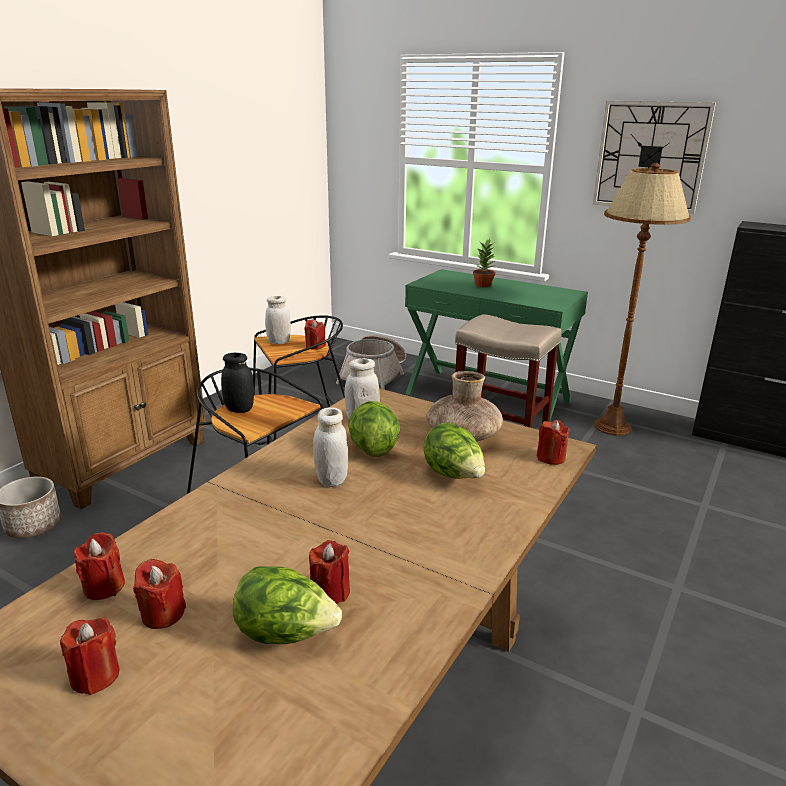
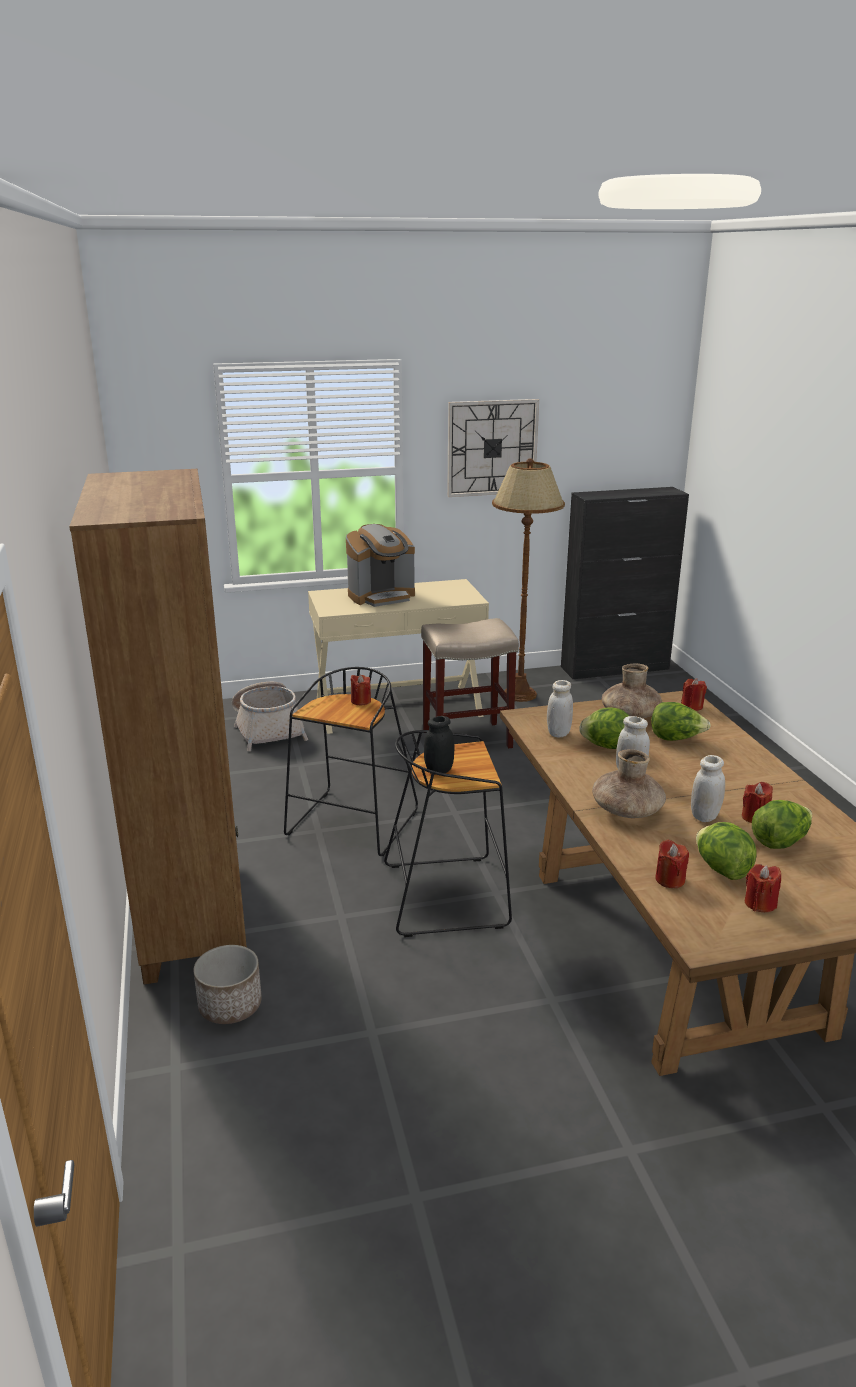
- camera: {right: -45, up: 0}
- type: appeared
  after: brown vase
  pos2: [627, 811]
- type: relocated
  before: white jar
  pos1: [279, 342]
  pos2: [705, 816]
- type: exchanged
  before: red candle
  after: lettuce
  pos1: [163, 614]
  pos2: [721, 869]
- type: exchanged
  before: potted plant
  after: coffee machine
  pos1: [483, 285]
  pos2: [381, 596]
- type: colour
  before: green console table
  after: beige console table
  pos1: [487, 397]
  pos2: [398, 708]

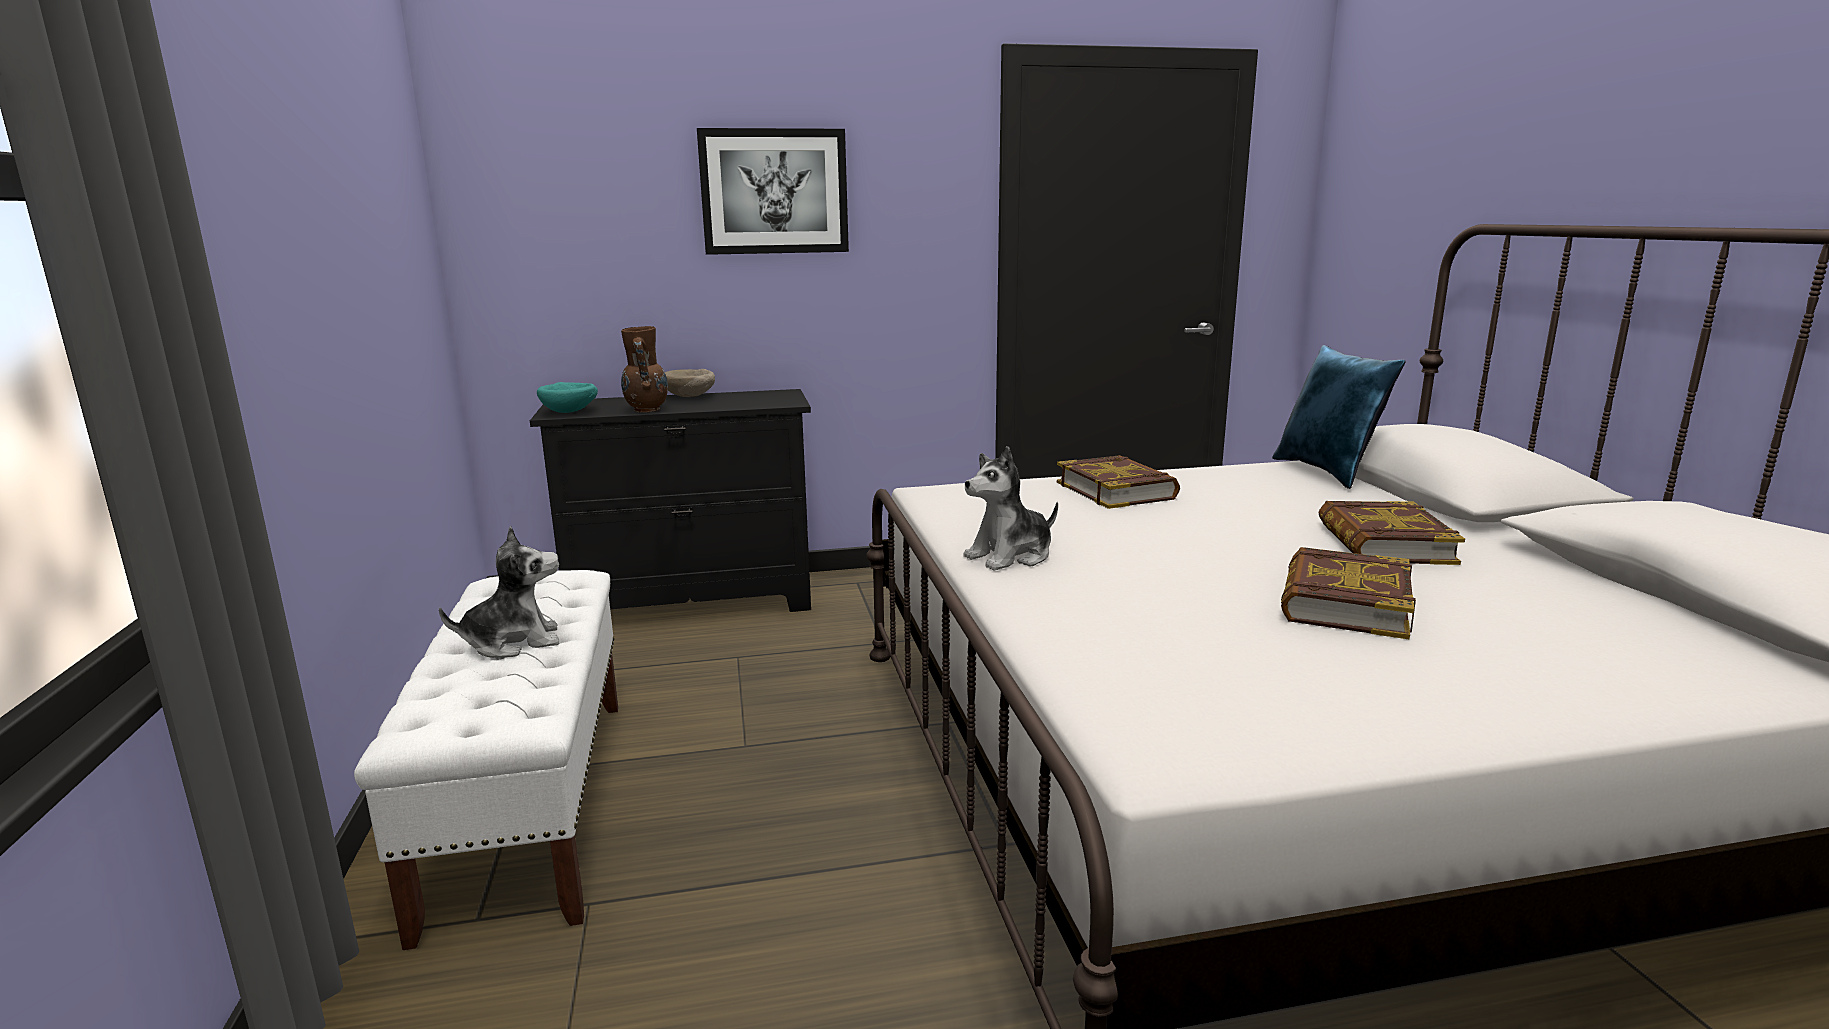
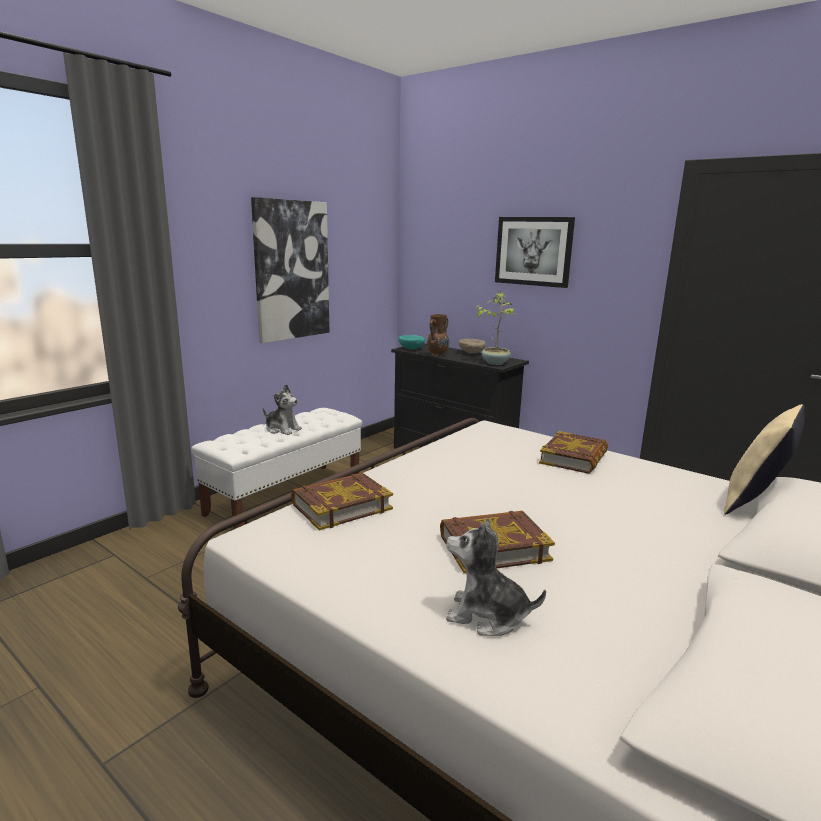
- camera: {right: 50, up: 0}
- type: appeared
  after: picture
  pos2: [291, 270]
- type: appeared
  after: potted plant
  pos2: [495, 362]
- type: relocated
  before: plush toy
  pos1: [1011, 556]
  pos2: [487, 615]
- type: relocated
  before: book
  pos1: [1383, 543]
  pos2: [341, 506]
- type: colour
  before: blue pillow
  after: beige pillow
  pos1: [1328, 472]
  pos2: [755, 503]

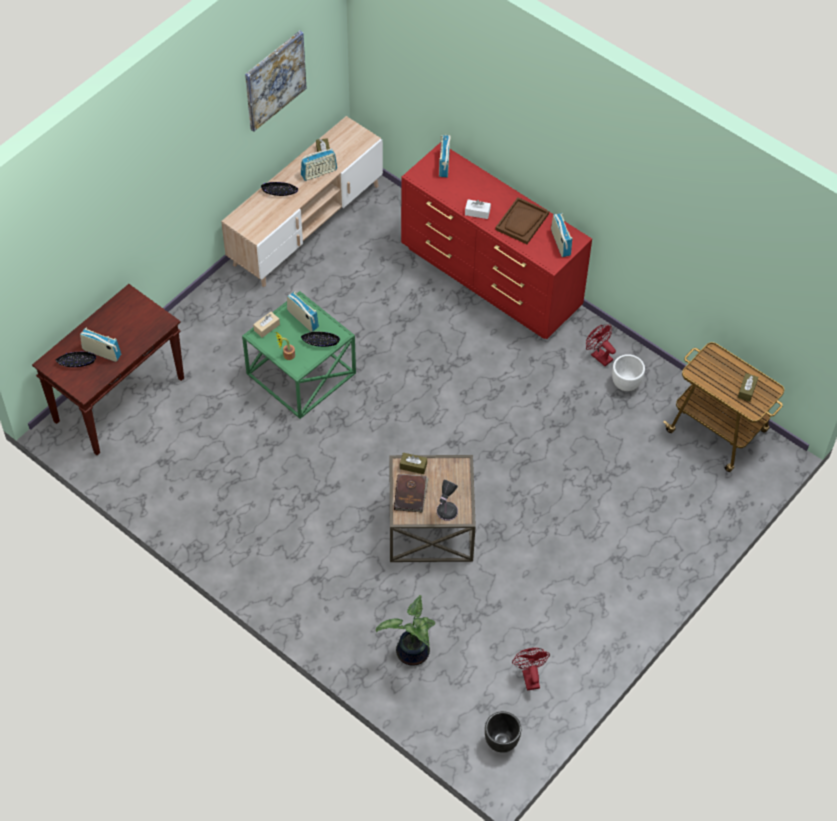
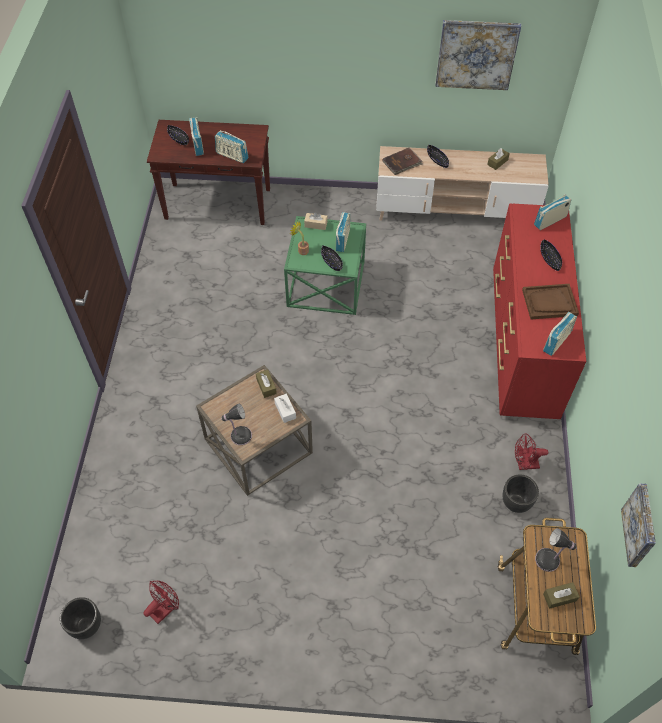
- camera: {right: 55, up: 0}
- type: missing
  before: potted plant
  pos1: [411, 654]
- type: appeared
  after: table lamp
  pos2: [549, 560]
- type: appeared
  after: black bowl
  pos2: [550, 259]
- type: appeared
  after: picture
  pos2: [641, 526]
- type: relocated
  before: radio
  pos1: [319, 172]
  pos2: [232, 156]
- type: relocated
  before: brown book
  pos1: [411, 494]
  pos2: [402, 163]
- type: relocated
  before: white tissue box
  pos1: [477, 212]
  pos2: [285, 411]
- type: colour
  before: white planter
  after: black planter
  pos1: [626, 384]
  pos2: [515, 503]
- type: spun
  before: red fan
  pos1: [599, 356]
  pos2: [524, 464]
  turn: -105

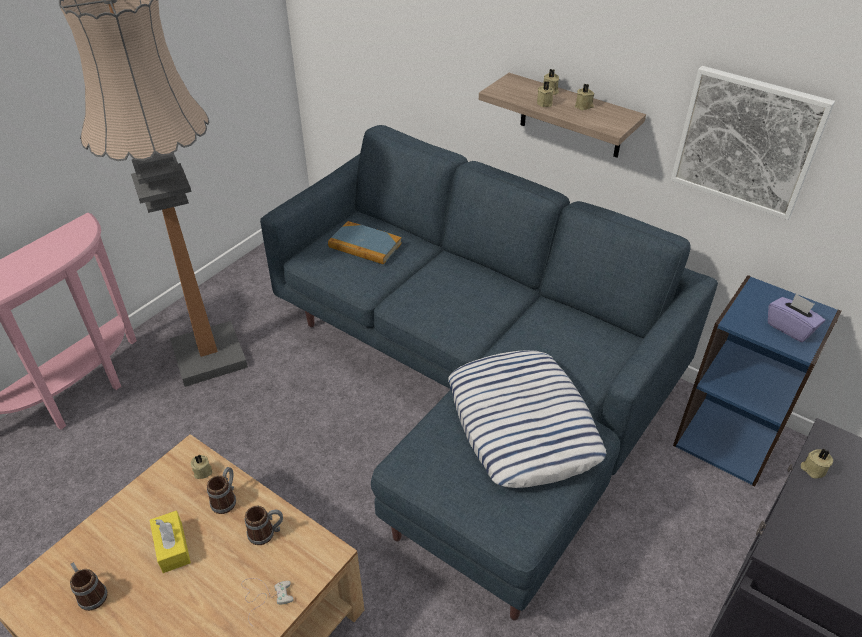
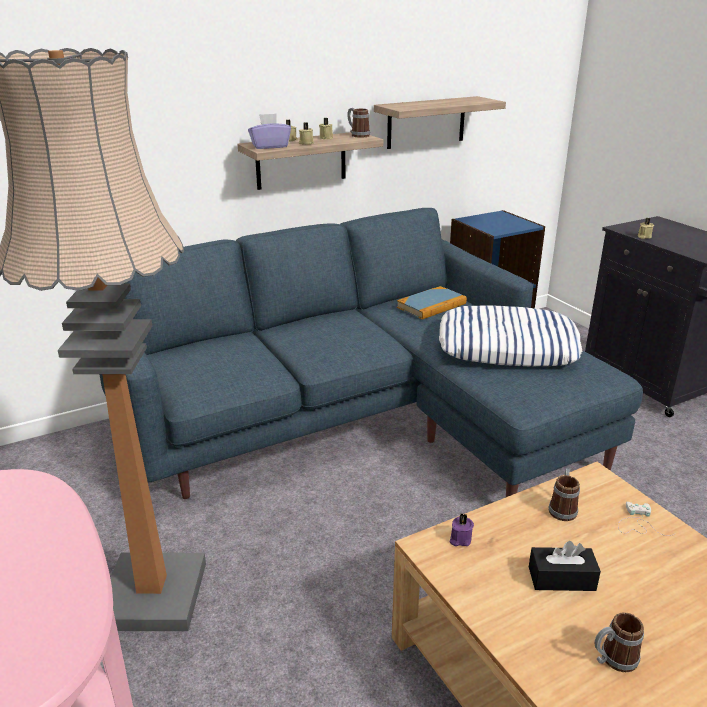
- camera: {right: -65, up: -15}
- type: relocated
  before: mug
  pos1: [226, 499]
  pos2: [357, 135]
- type: relocated
  before: book
  pos1: [365, 245]
  pos2: [431, 305]
- type: relocated
  before: purple tissue box
  pos1: [790, 328]
  pos2: [270, 146]
- type: exchanged
  before: picture
  after: shelf
  pos1: [747, 142]
  pos2: [426, 122]
- type: colour
  before: yellow tissue box
  after: black tissue box
  pos1: [172, 547]
  pos2: [561, 578]
- type: colour
  before: beige candle
  after: purple candle
  pos1: [202, 471]
  pos2: [459, 539]

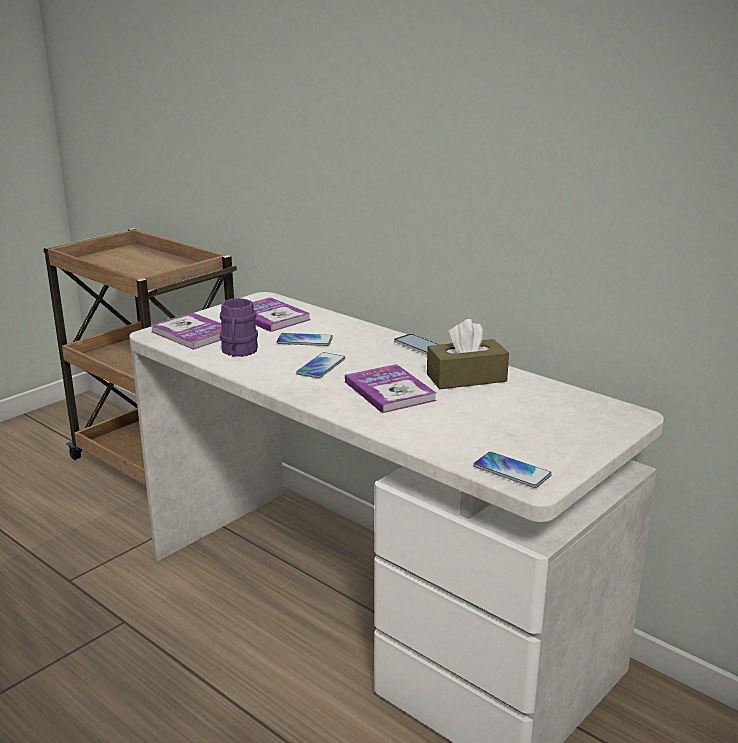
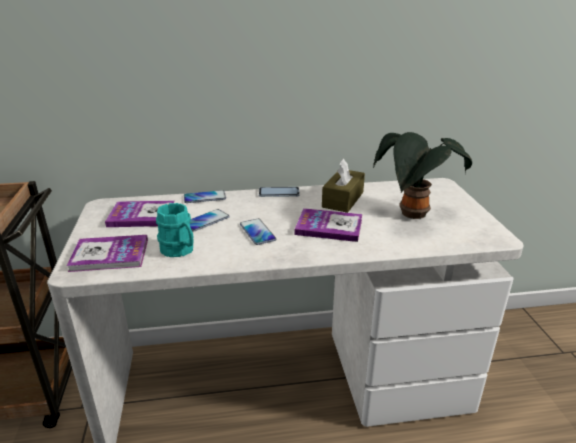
- camera: {right: -50, up: 5}
- type: appeared
  after: potted plant
  pos2: [413, 216]
- type: relocated
  before: phone
  pos1: [511, 471]
  pos2: [205, 197]
- type: colour
  before: purple mug
  after: turquoise mug
  pos1: [238, 351]
  pos2: [180, 250]

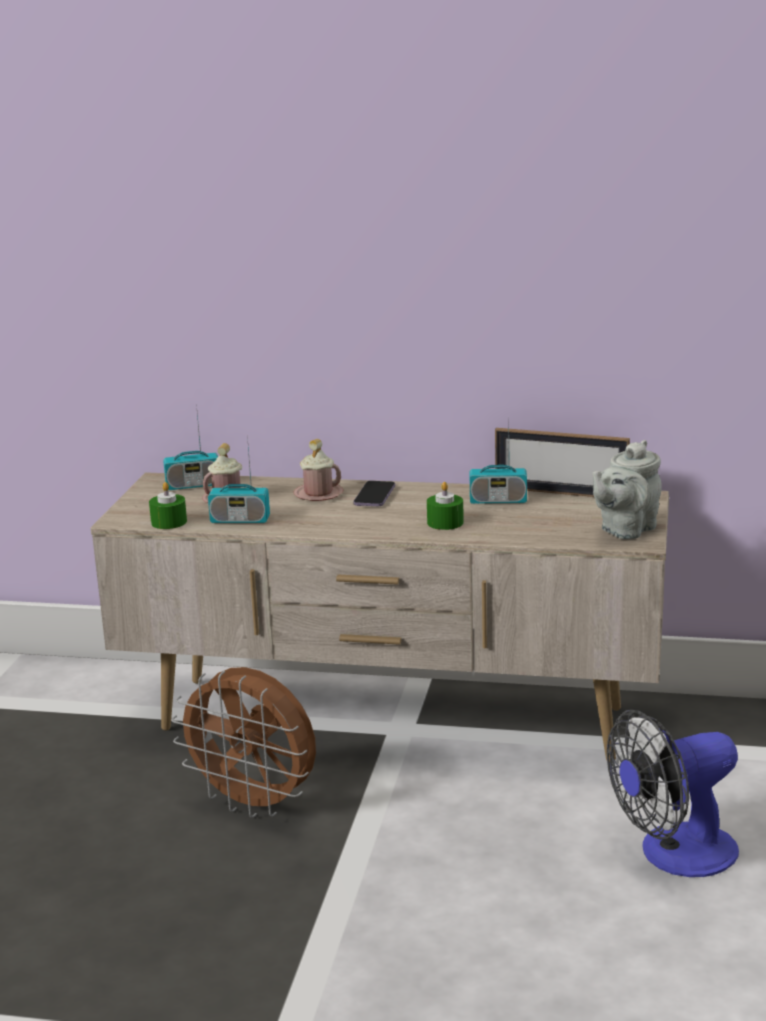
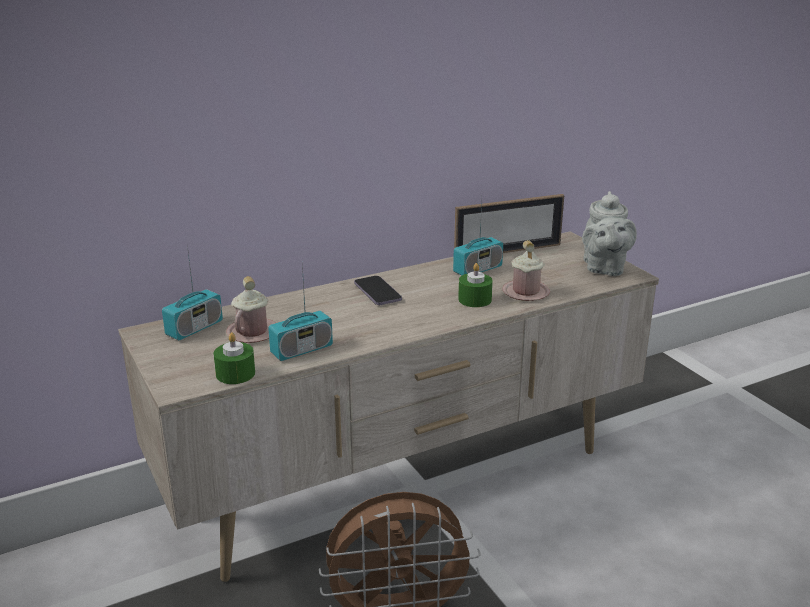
- camera: {right: -40, up: 5}
- type: missing
  before: fan
  pos1: [674, 855]
- type: relocated
  before: pink mug
  pos1: [318, 494]
  pos2: [525, 292]

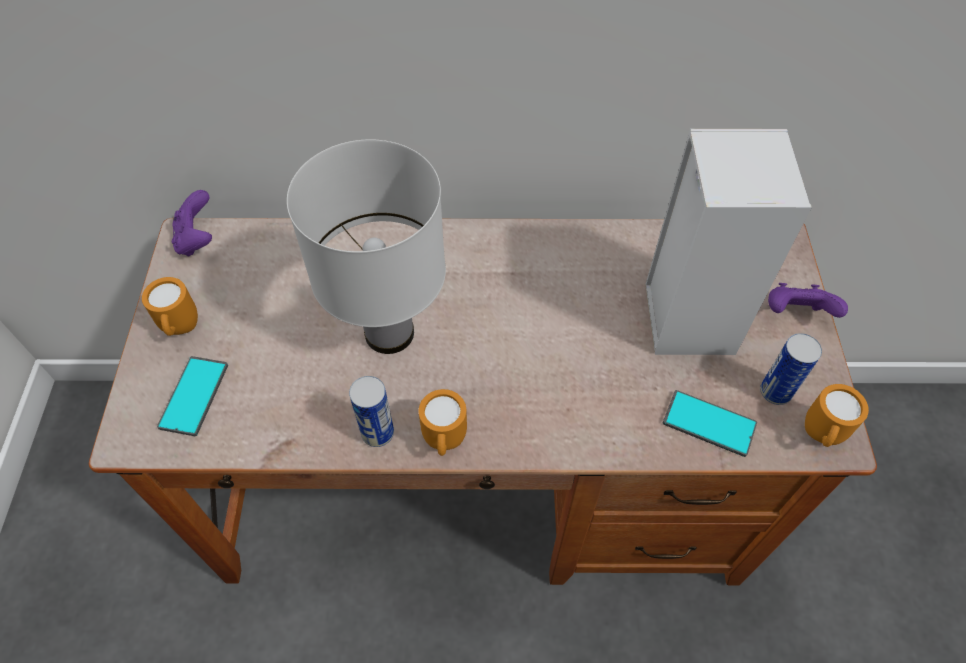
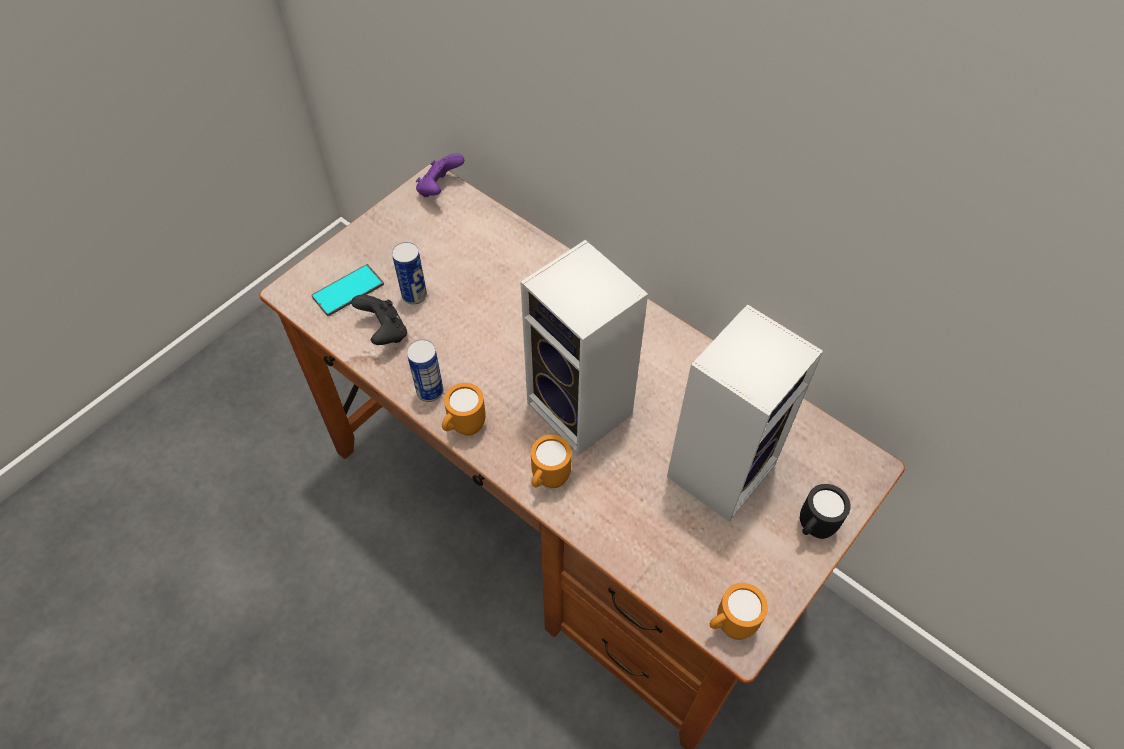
- camera: {right: 40, up: 0}
- type: missing
  before: white table lamp
  pos1: [390, 334]
- type: missing
  before: phone
  pos1: [709, 424]
- type: appeared
  after: black game controller
  pos2: [384, 332]
- type: appeared
  after: speaker
  pos2: [583, 409]
- type: relocated
  before: orange mug
  pos1: [181, 330]
  pos2: [548, 480]
- type: relocated
  before: can
  pos1: [775, 392]
  pos2: [414, 295]
- type: exchanged
  before: purple game controller
  after: black mug
  pos1: [795, 314]
  pos2: [812, 529]

